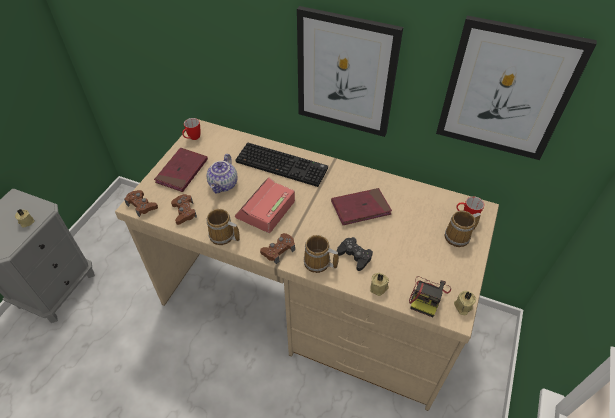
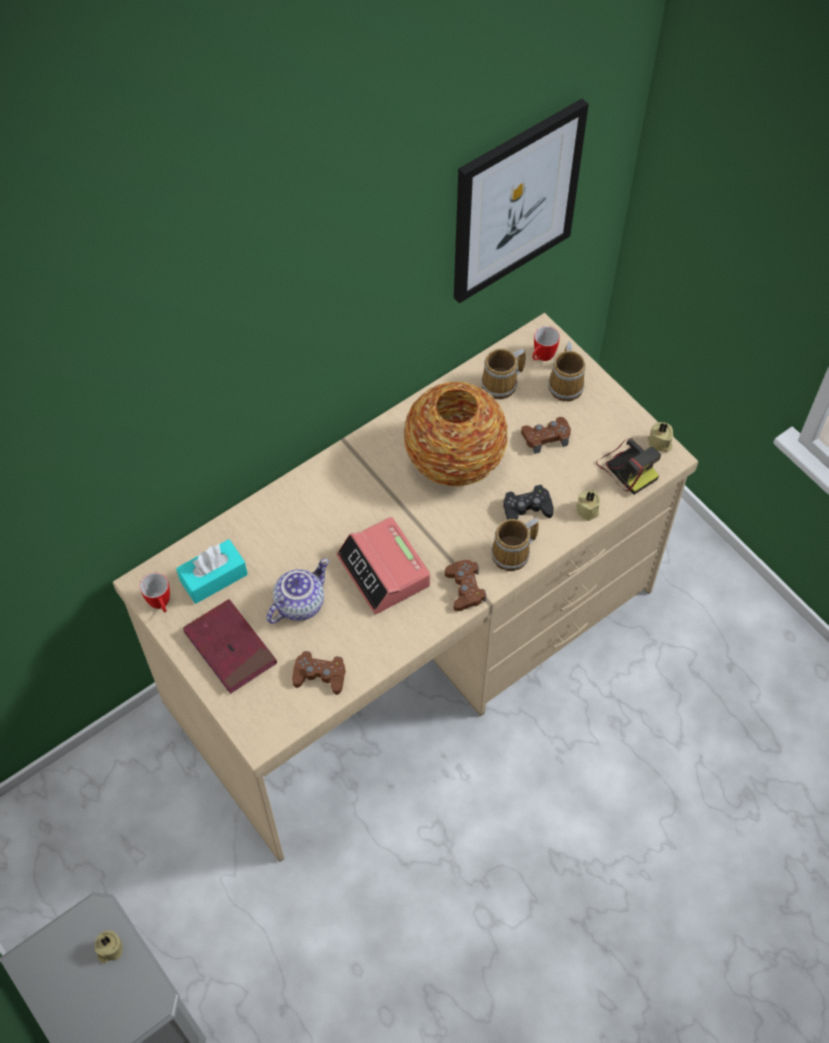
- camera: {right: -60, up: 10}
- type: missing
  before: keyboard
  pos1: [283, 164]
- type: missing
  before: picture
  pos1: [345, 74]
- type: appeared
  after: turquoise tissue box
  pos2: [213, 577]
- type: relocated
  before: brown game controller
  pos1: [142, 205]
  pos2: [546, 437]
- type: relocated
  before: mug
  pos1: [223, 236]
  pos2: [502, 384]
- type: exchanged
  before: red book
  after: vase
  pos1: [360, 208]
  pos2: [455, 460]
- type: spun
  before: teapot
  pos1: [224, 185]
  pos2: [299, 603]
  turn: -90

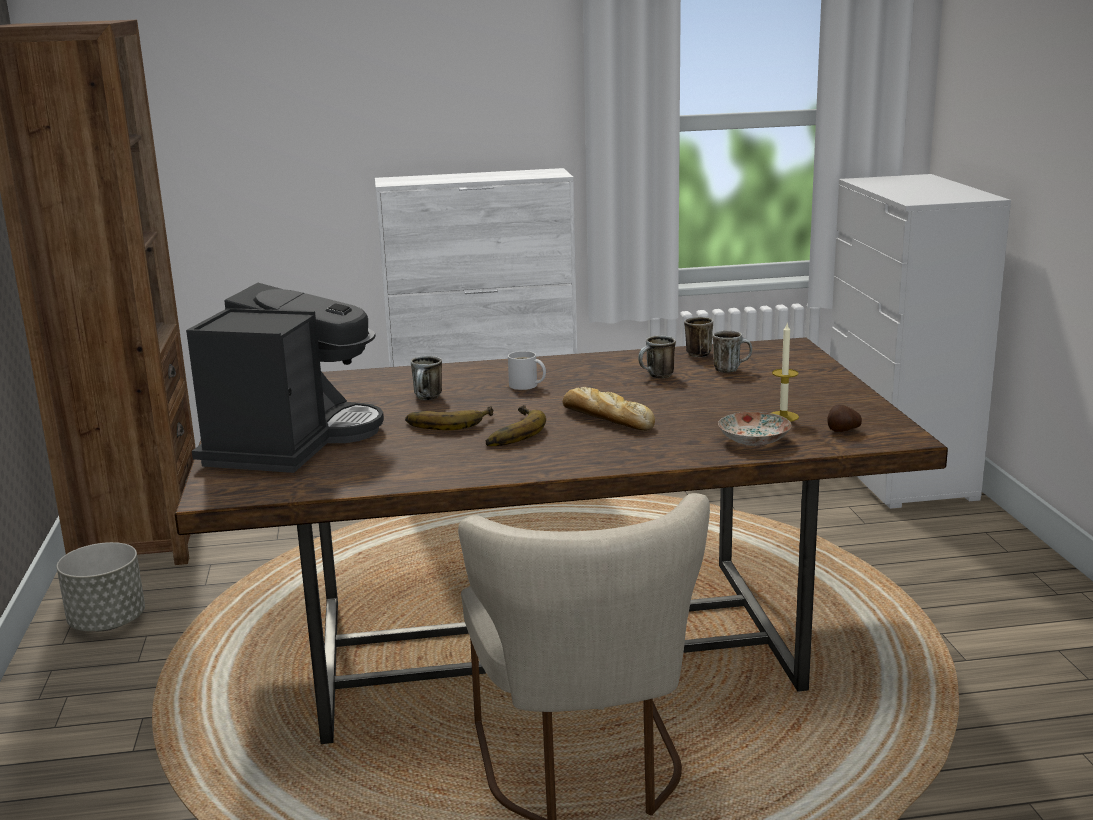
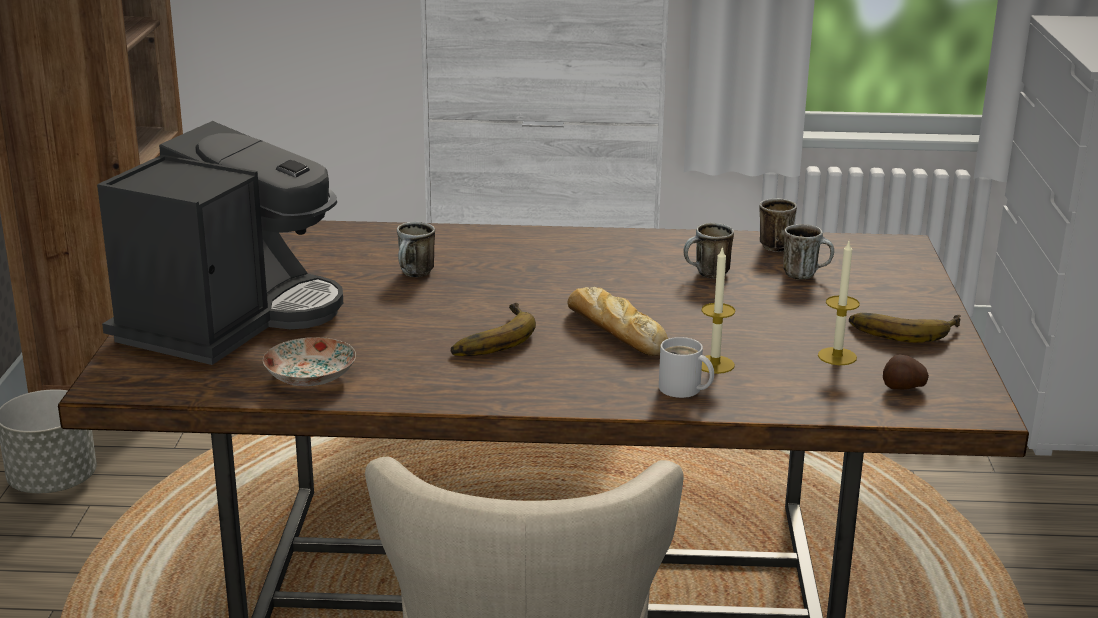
- camera: {right: 10, up: 5}
- type: appeared
  after: candle
  pos2: [714, 364]
- type: relocated
  before: banana
  pos1: [448, 422]
  pos2: [902, 328]
- type: relocated
  before: white mug
  pos1: [525, 386]
  pos2: [682, 390]
- type: relocated
  before: plate
  pos1: [754, 441]
  pos2: [310, 378]

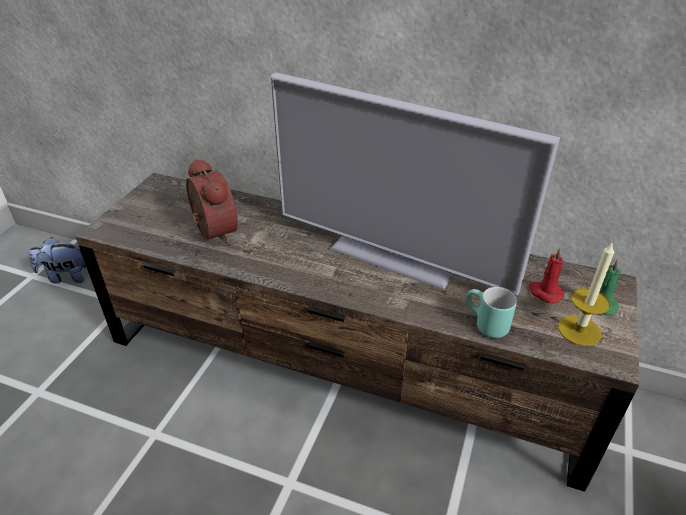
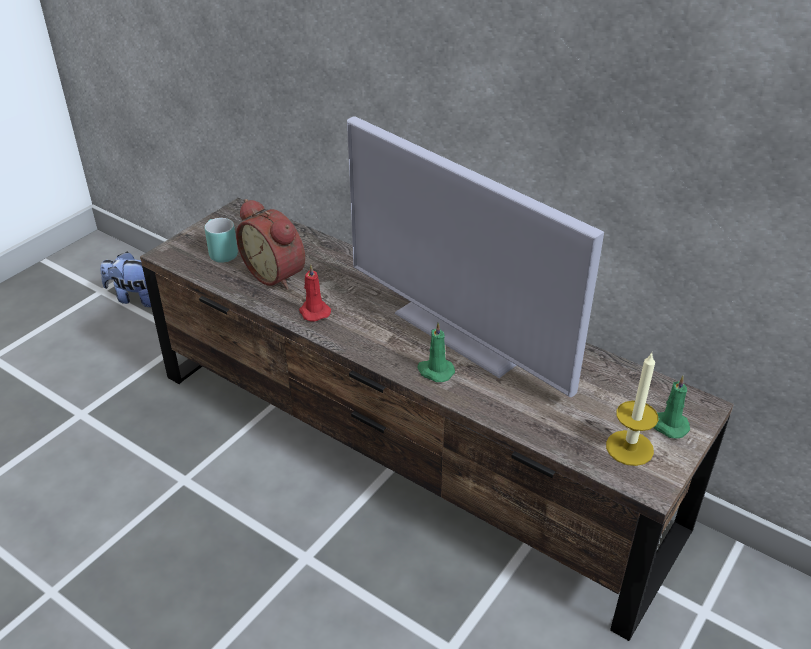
- camera: {right: 15, up: 0}
- type: appeared
  after: green candle
  pos2: [435, 371]
- type: relocated
  before: turquoise mug
  pos1: [484, 325]
  pos2: [219, 253]
- type: relocated
  before: red candle
  pos1: [544, 292]
  pos2: [314, 311]
- type: spun
  before: alarm clock
  pos1: [212, 232]
  pos2: [277, 274]
  turn: 150

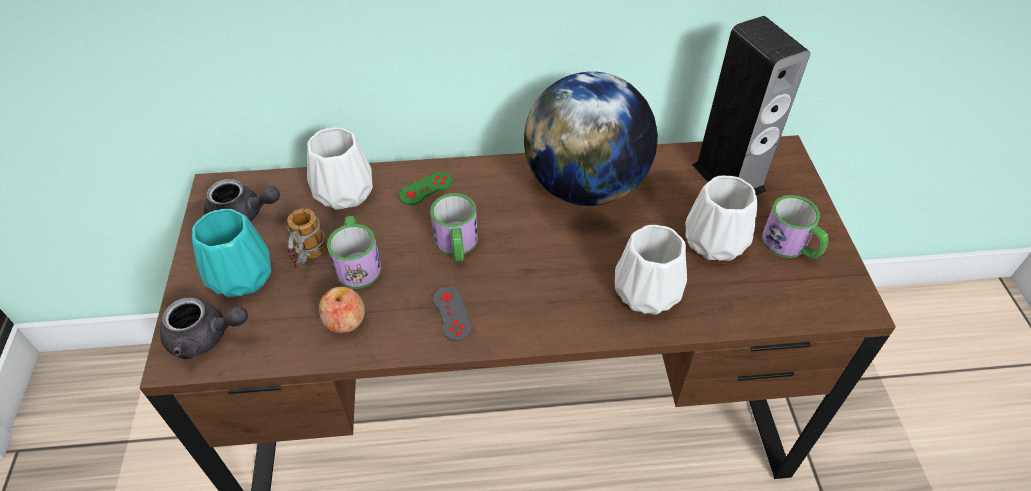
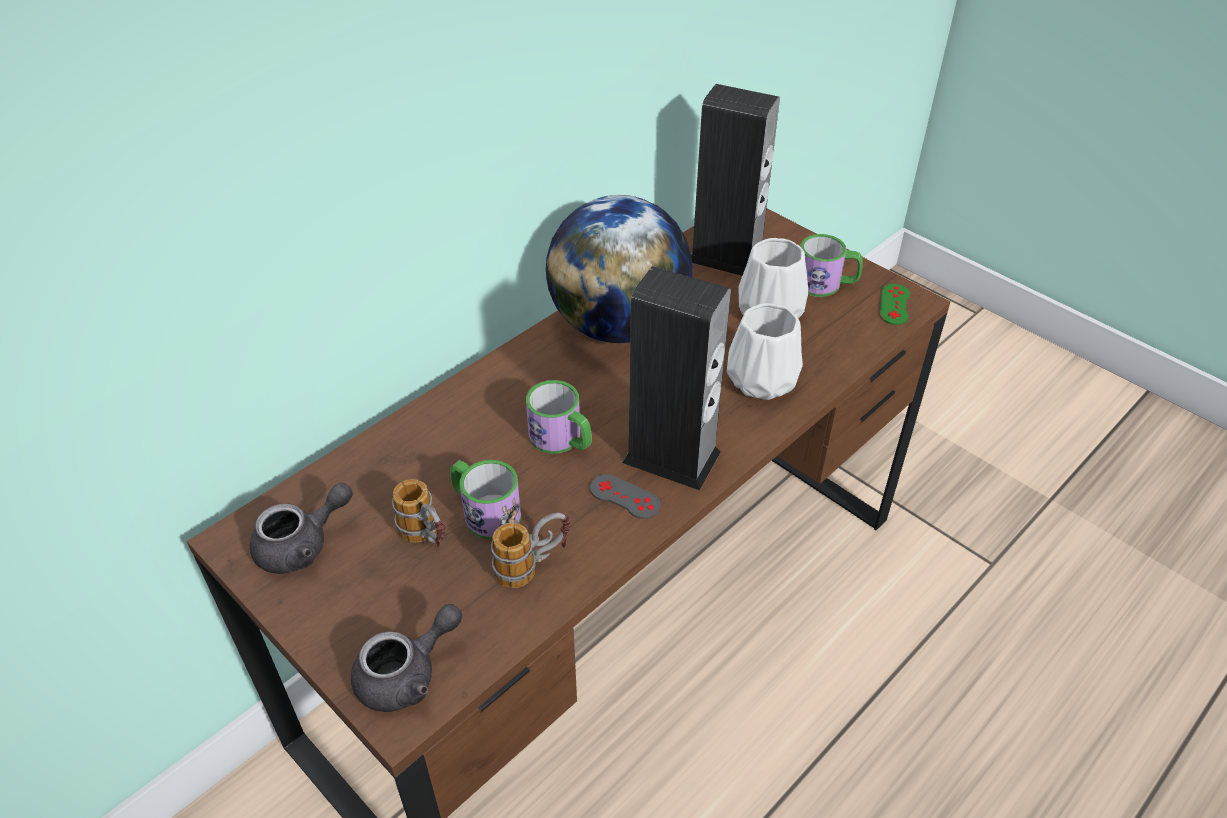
- camera: {right: -40, up: -5}
- type: missing
  before: turquoise vase
  pos1: [243, 275]
- type: missing
  before: white vase
  pos1: [346, 192]
- type: appeared
  after: speaker
  pos2: [671, 457]
- type: relocated
  before: green game controller
  pos1: [426, 188]
  pos2: [894, 304]
- type: exchanged
  before: apple
  after: mug
  pos1: [345, 320]
  pos2: [533, 566]

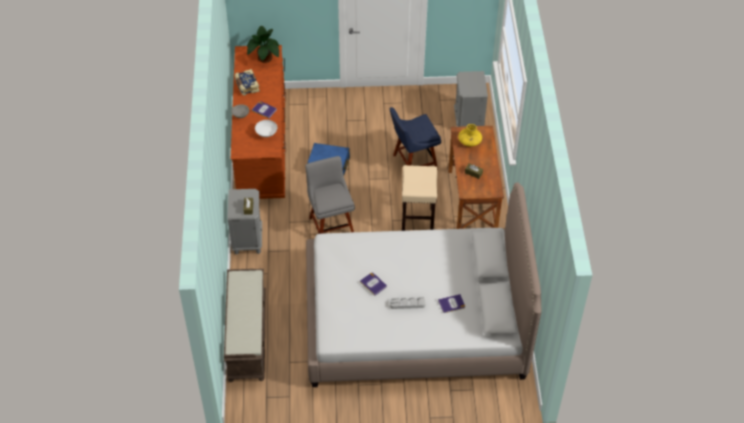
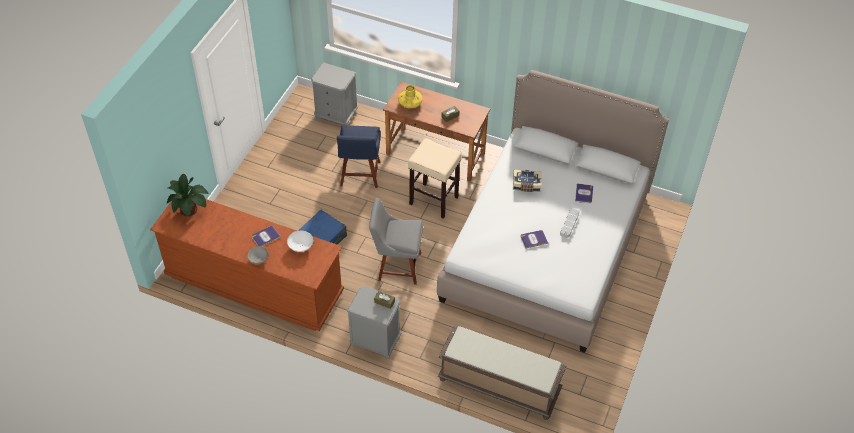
- camera: {right: -65, up: 0}
- type: relocated
  before: book
  pos1: [246, 86]
  pos2: [526, 185]

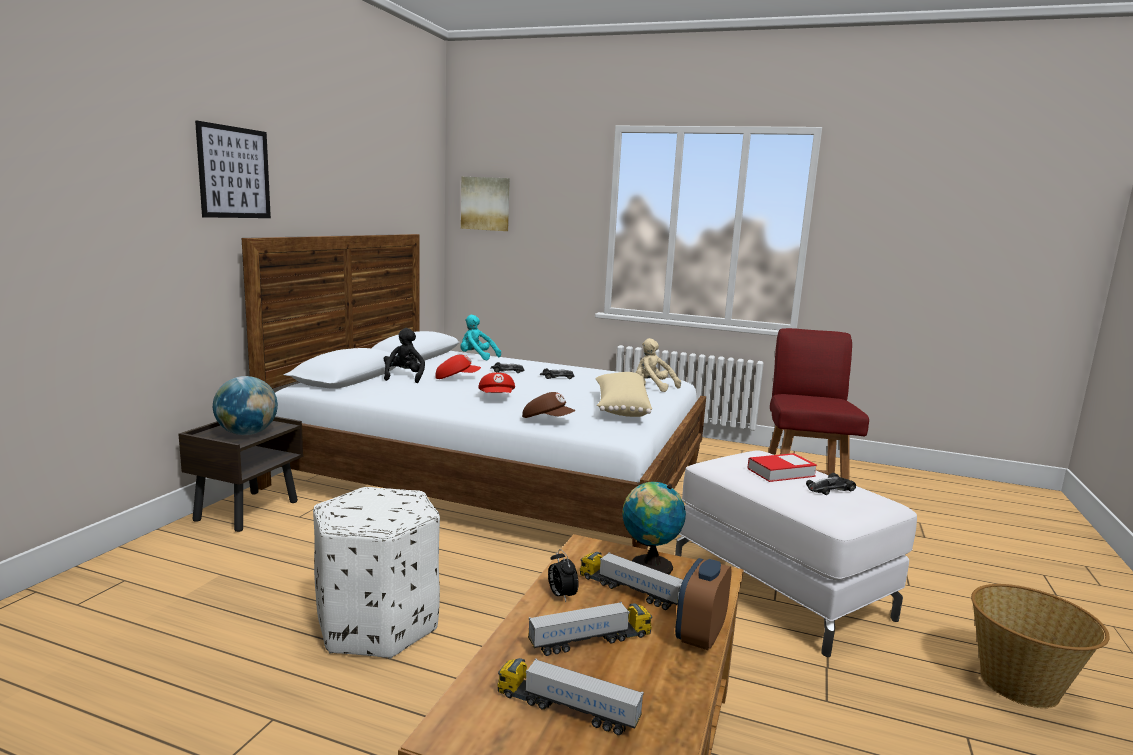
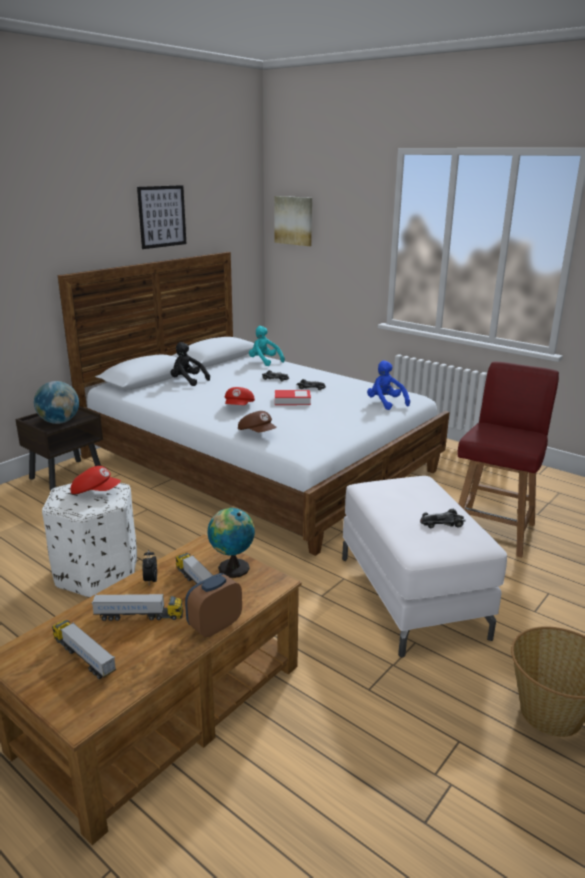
- camera: {right: 20, up: 10}
- type: missing
  before: beige pillow
  pos1: [620, 408]
- type: relocated
  before: picture
  pos1: [234, 172]
  pos2: [162, 216]
- type: relocated
  before: red cap
  pos1: [456, 378]
  pos2: [96, 492]
- type: relocated
  before: book
  pos1: [781, 472]
  pos2: [292, 401]
- type: colour
  before: beige plush toy
  after: blue plush toy
  pos1: [653, 387]
  pos2: [385, 403]
- type: spun
  before: black plush toy
  pos1: [404, 377]
  pos2: [187, 381]
  turn: -75

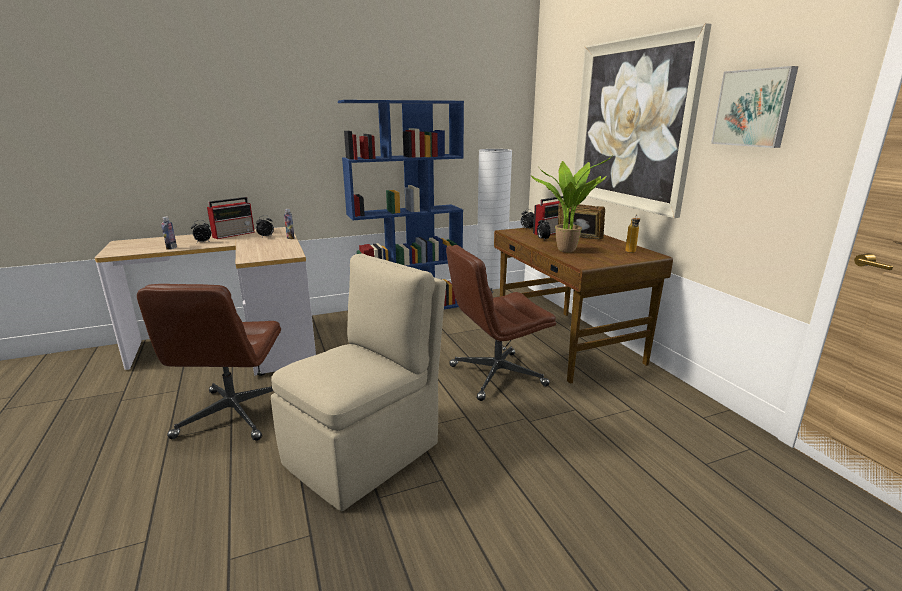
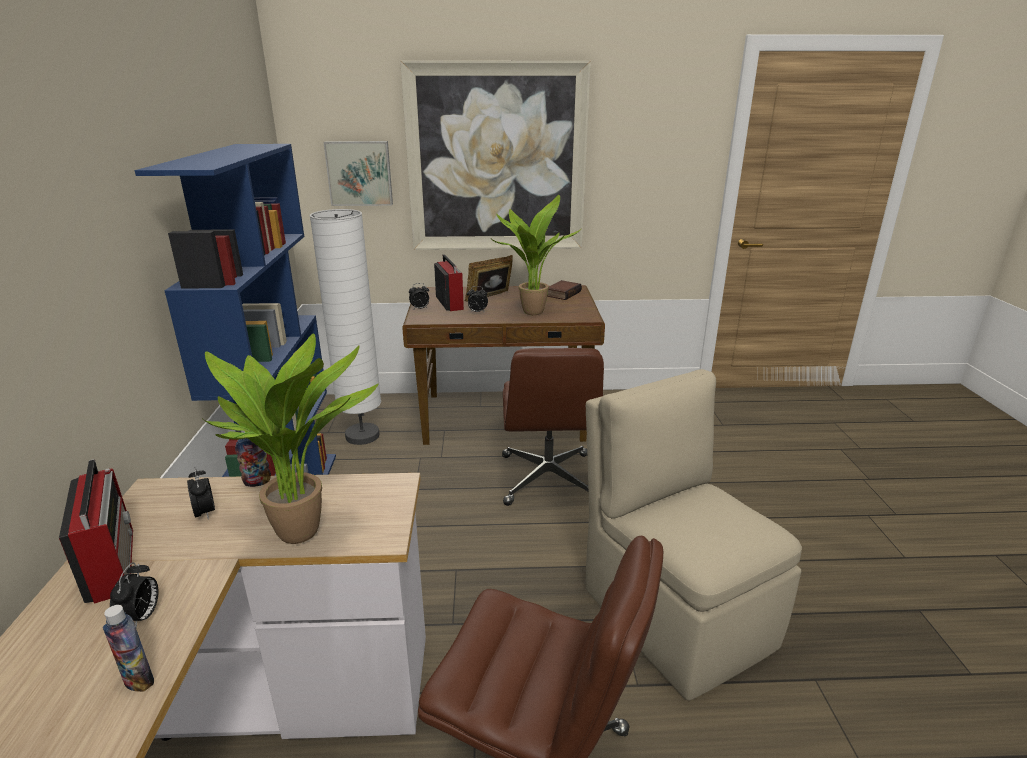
- camera: {right: -70, up: 5}
- type: appeared
  after: potted plant
  pos2: [306, 531]
- type: relocated
  before: picture
  pos1: [754, 108]
  pos2: [359, 173]
- type: exchanged
  before: bottle
  after: book
  pos1: [630, 253]
  pos2: [562, 293]

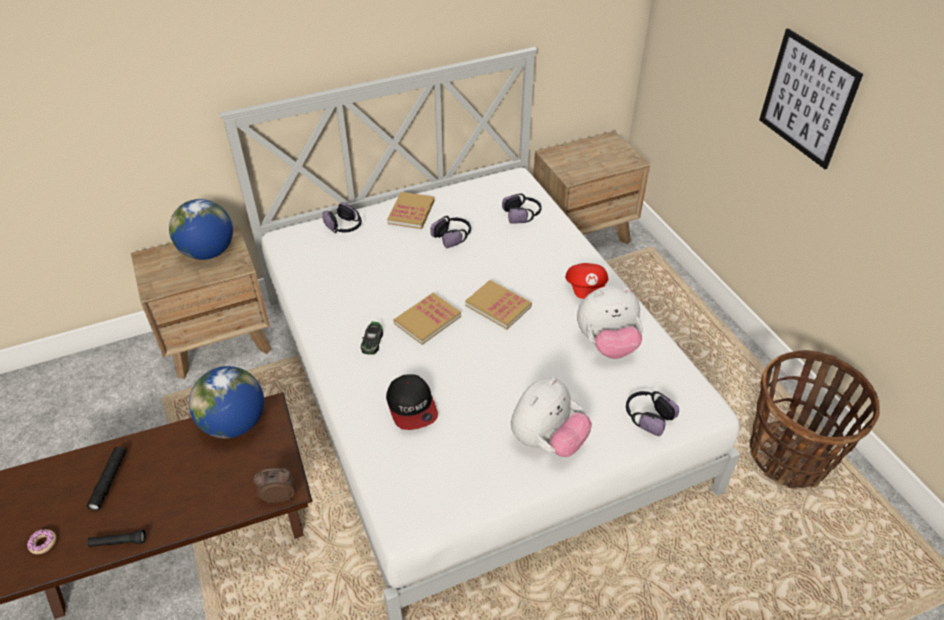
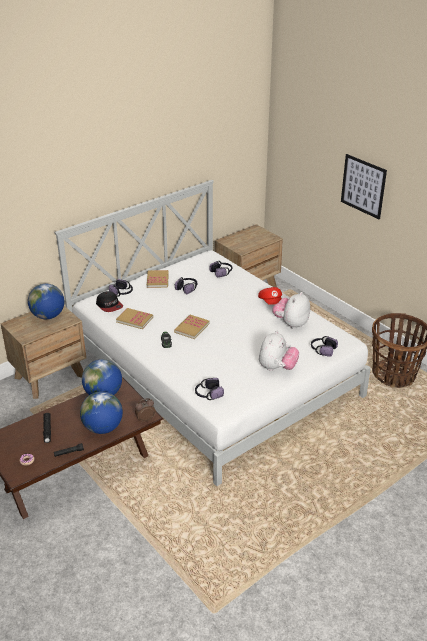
- camera: {right: -15, up: -10}
- type: appeared
  after: globe
  pos2: [103, 428]
- type: appeared
  after: headphones
  pos2: [208, 394]
- type: relocated
  before: cap
  pos1: [412, 406]
  pos2: [109, 305]
- type: relocated
  before: book
  pos1: [498, 306]
  pos2: [134, 319]
- type: spun
  before: plush toy
  pos1: [607, 344]
  pos2: [291, 324]
  turn: 150

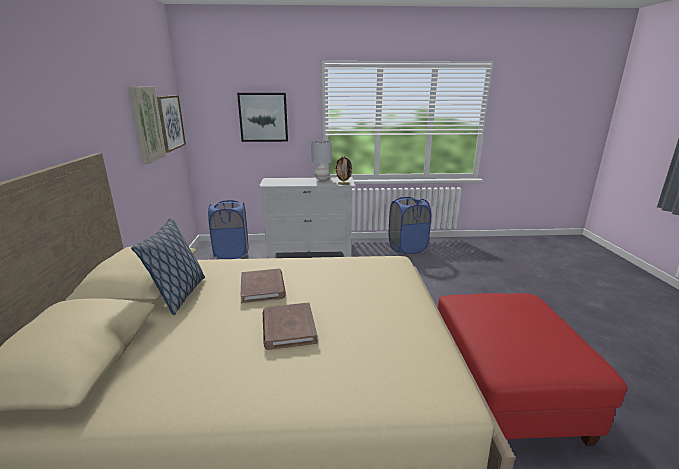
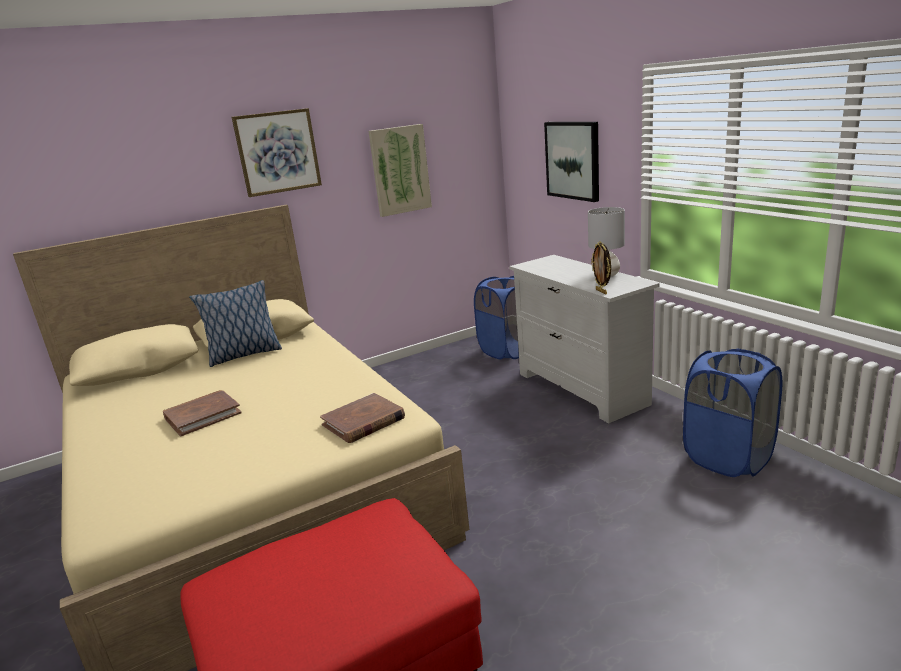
- camera: {right: 65, up: 0}
- type: relocated
  before: picture
  pos1: [170, 122]
  pos2: [277, 152]
- type: relocated
  before: brown book
  pos1: [263, 288]
  pos2: [363, 421]

